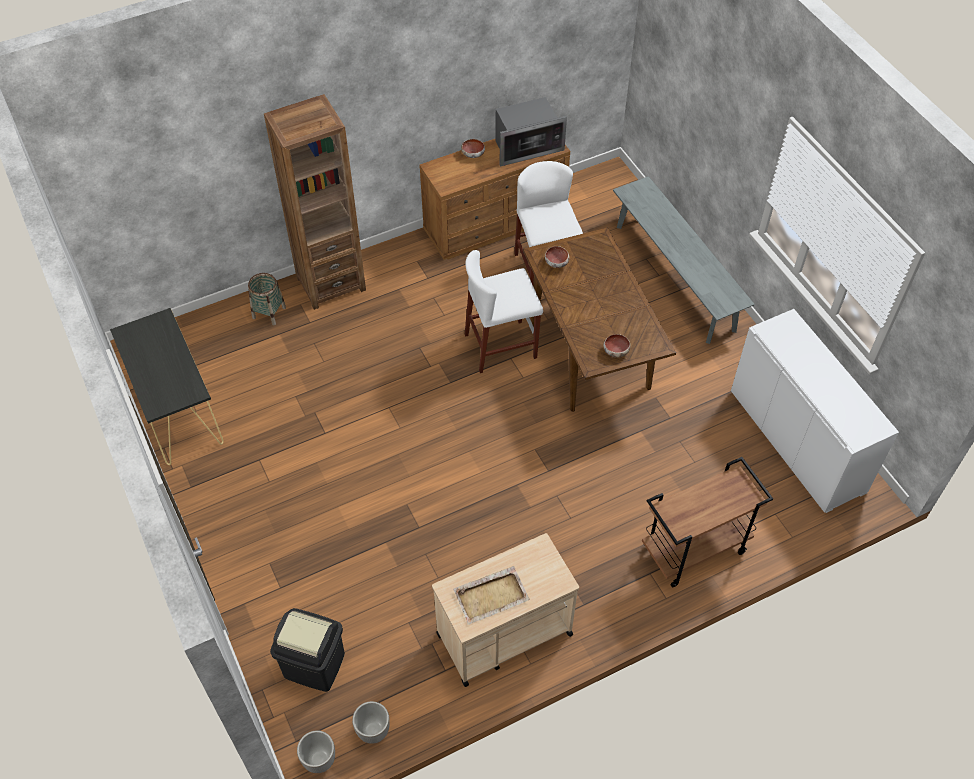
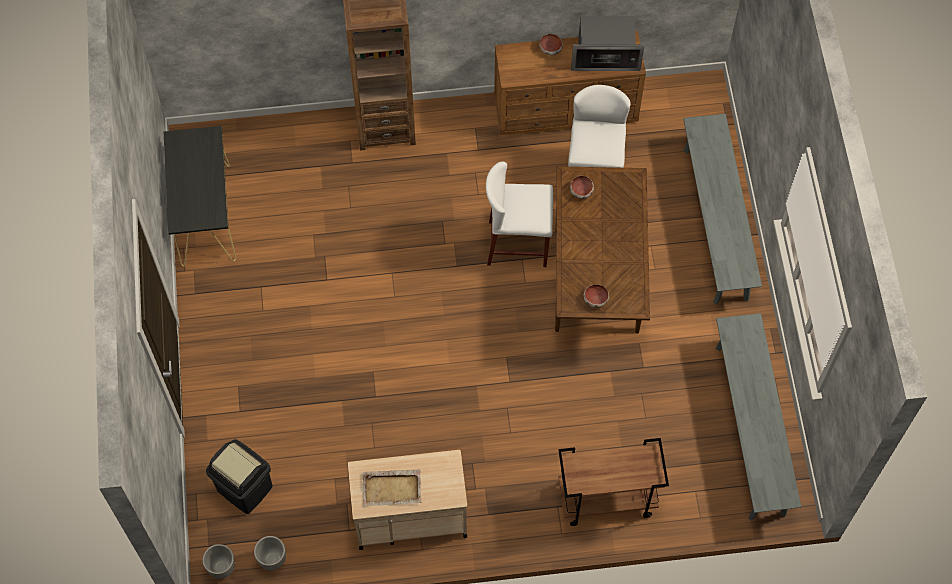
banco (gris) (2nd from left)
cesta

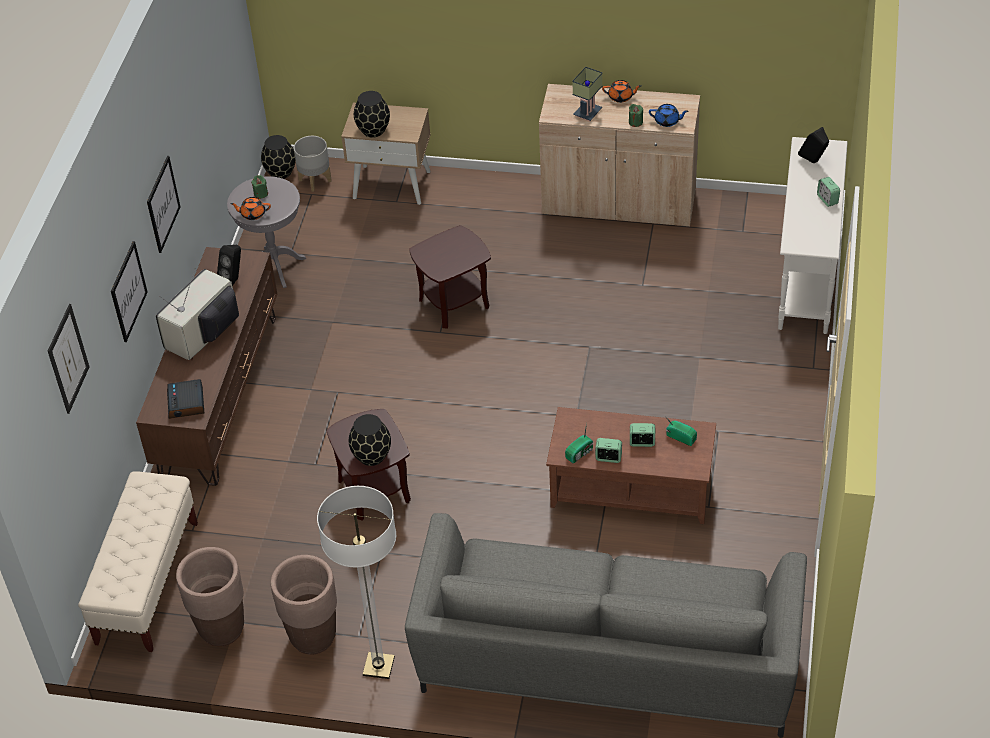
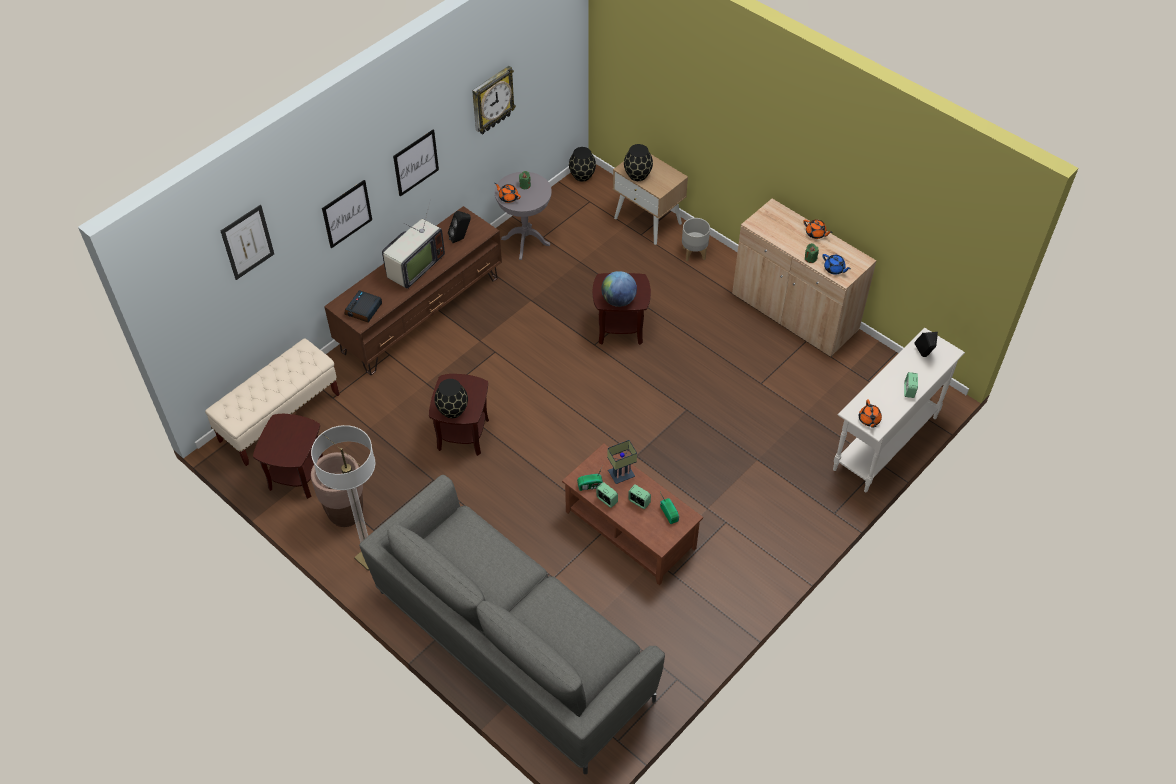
mesa auxiliar (marrón) (1st from left)
televisor
reloj de pared
globo terráqueo
lámpara de mesa
maceta (gris)
tetera (naranja) (3rd from left)

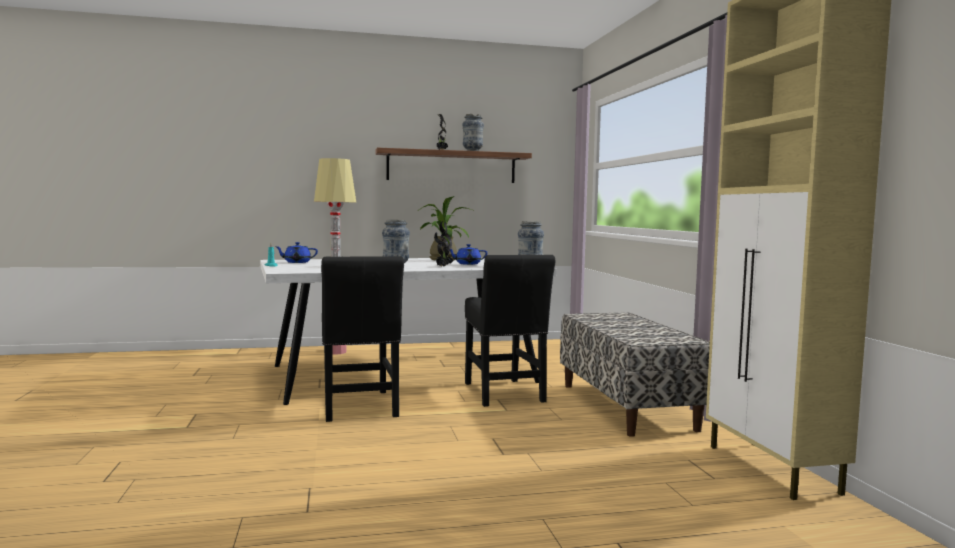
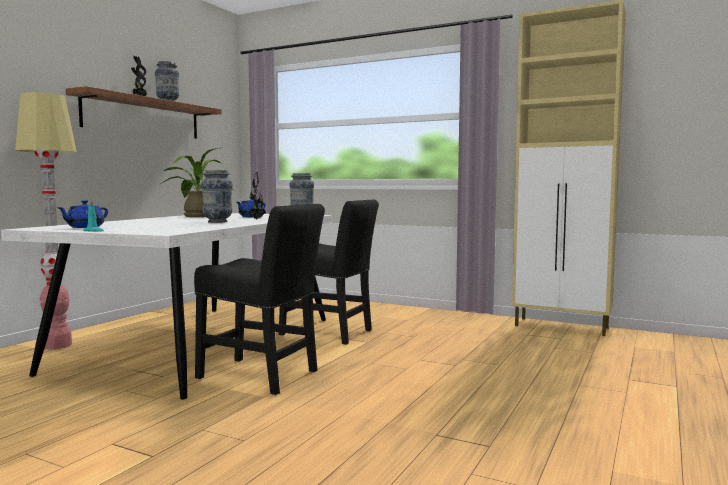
banco

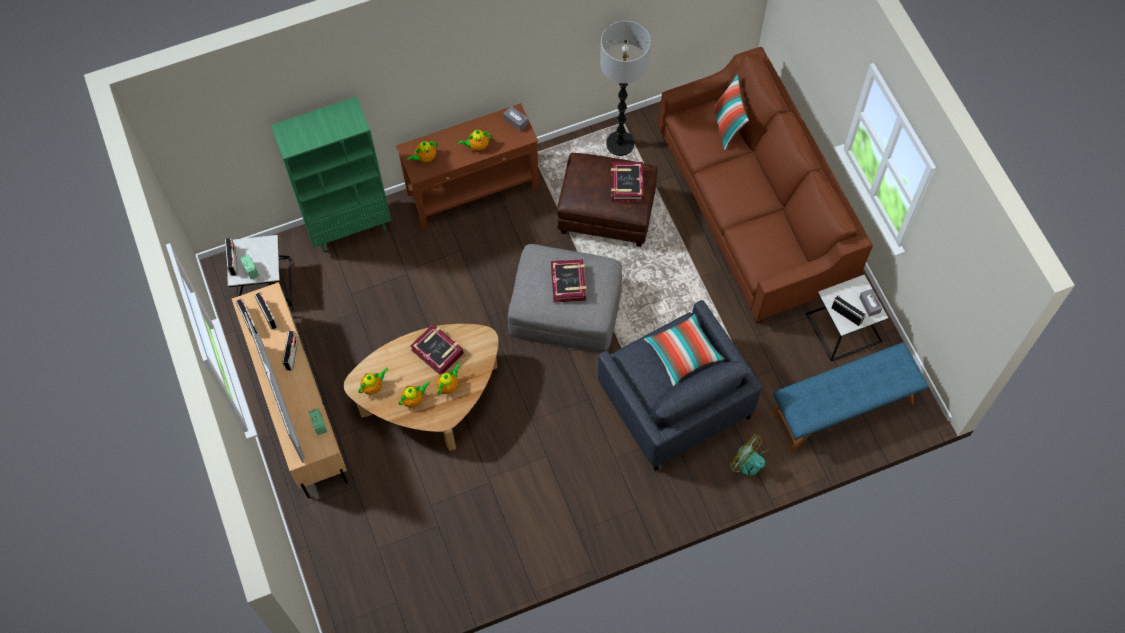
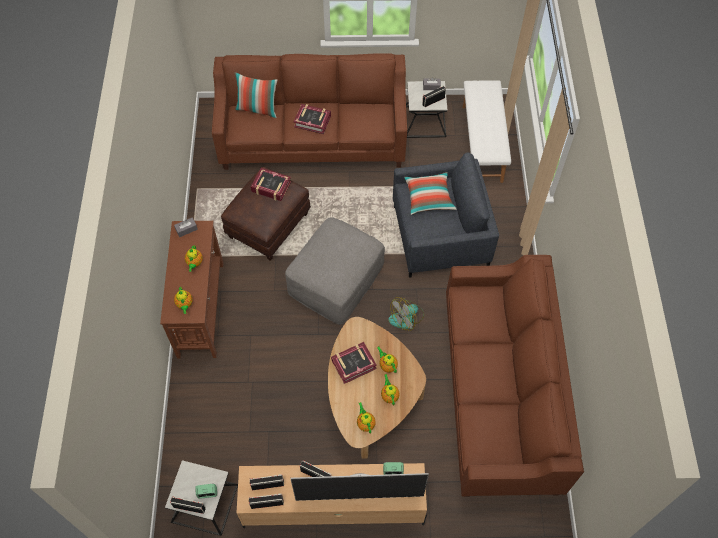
libro (2nd from left)
ventilador
sofá (marrón) (2nd from left)
banco (blanco)
estantería (verde)
lámpara de pie

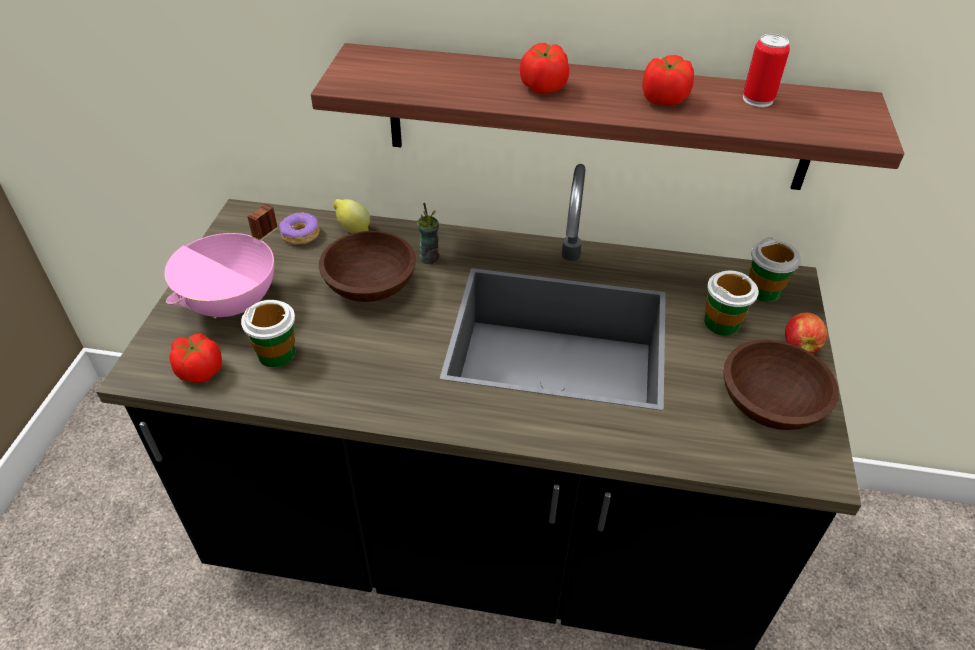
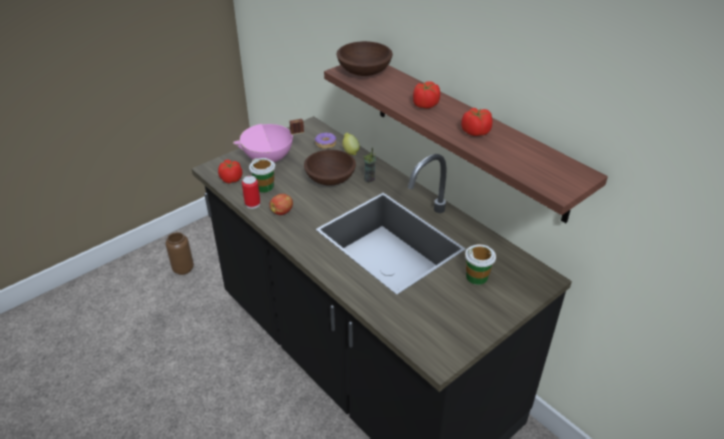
florero (marrón)
lata
manzana
cuenco (marrón) (2nd from left)
taza (4th from left in the first image)

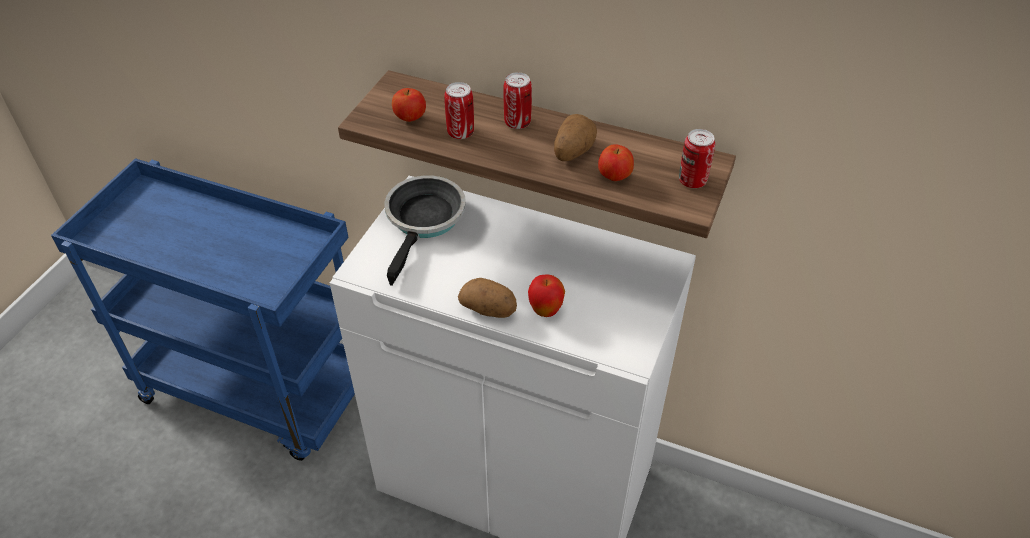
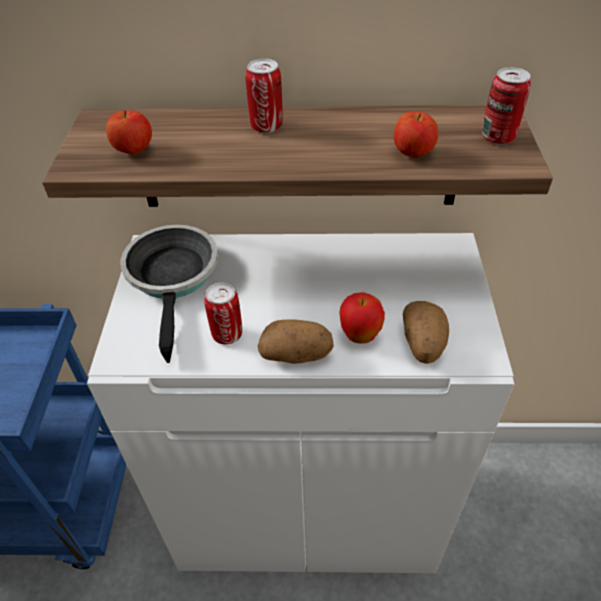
lata (1st from left)
patata (2nd from left)

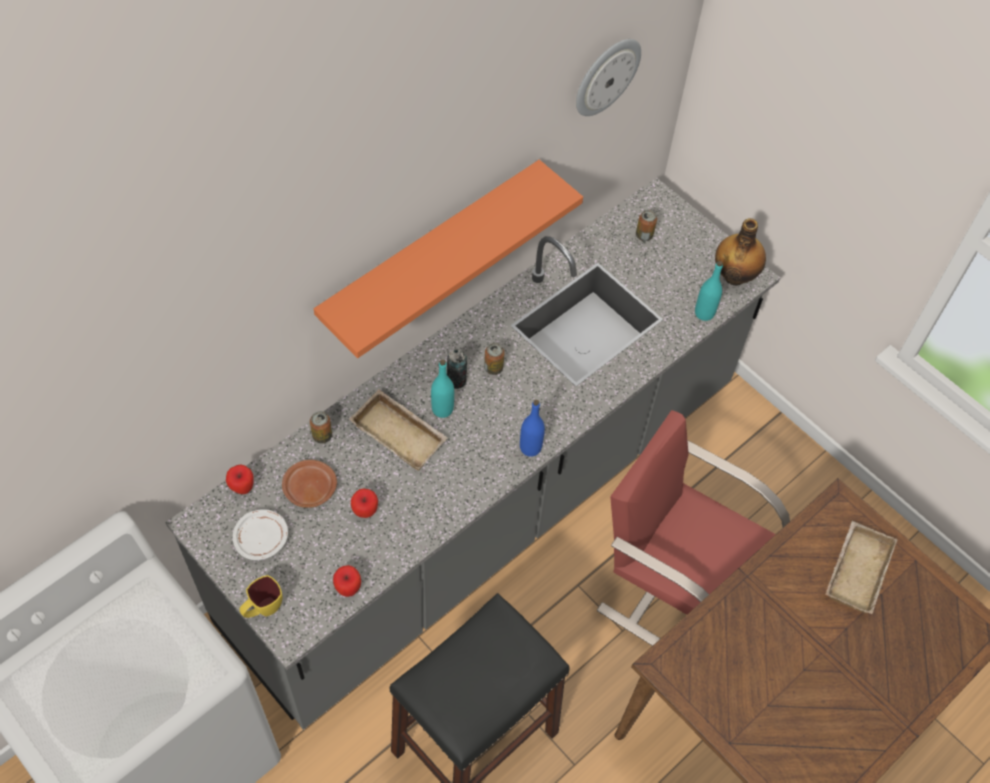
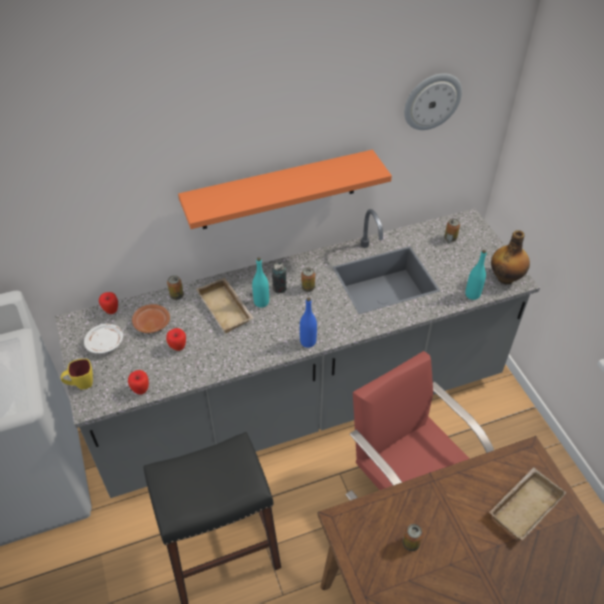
lata (4th from left)

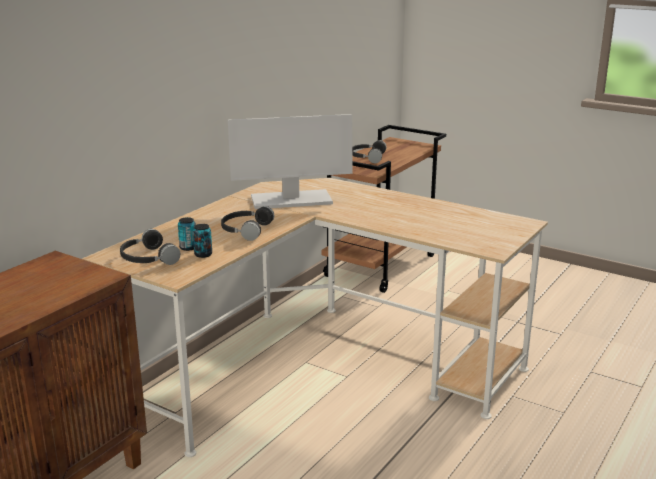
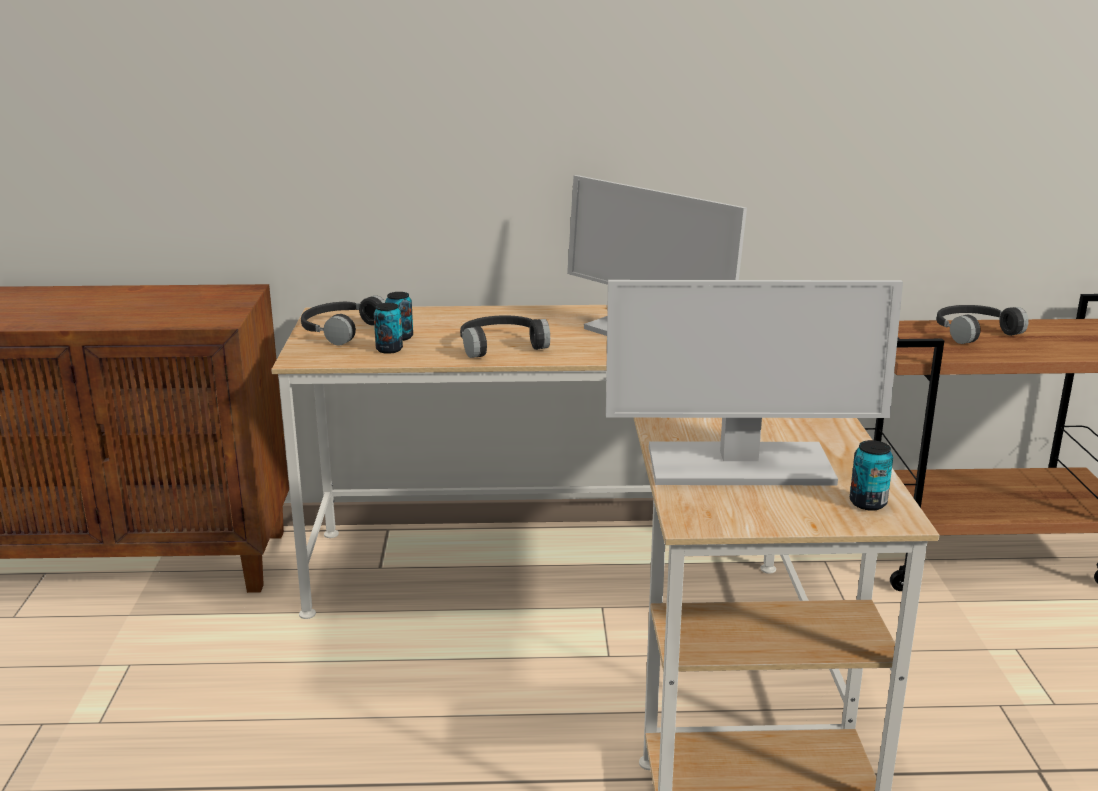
monitor (2nd from left)
lata (3rd from left)

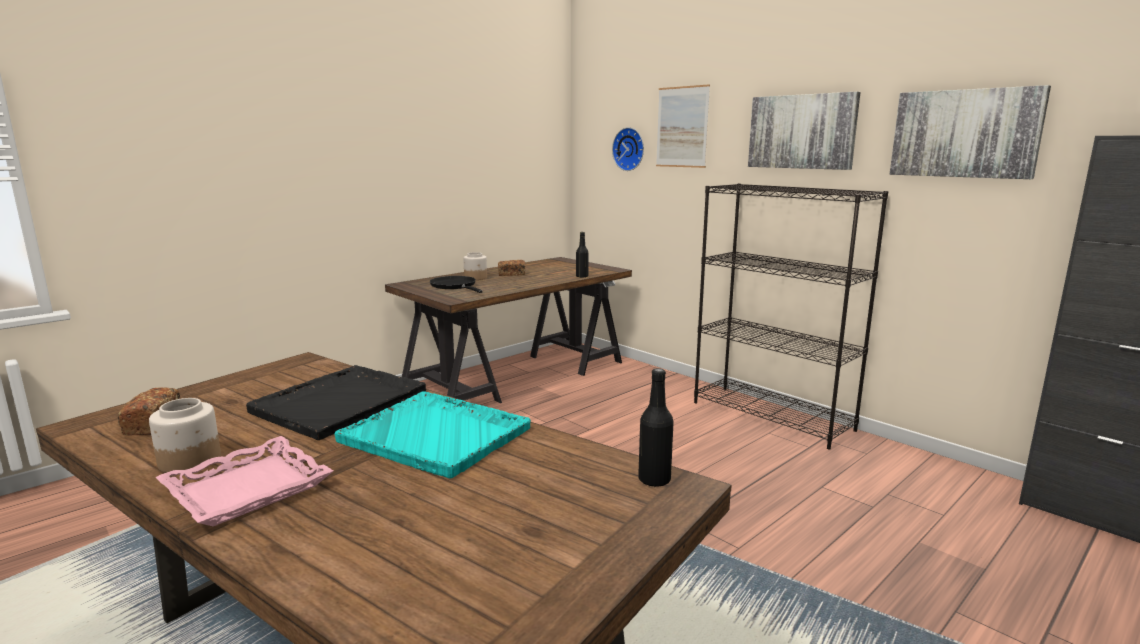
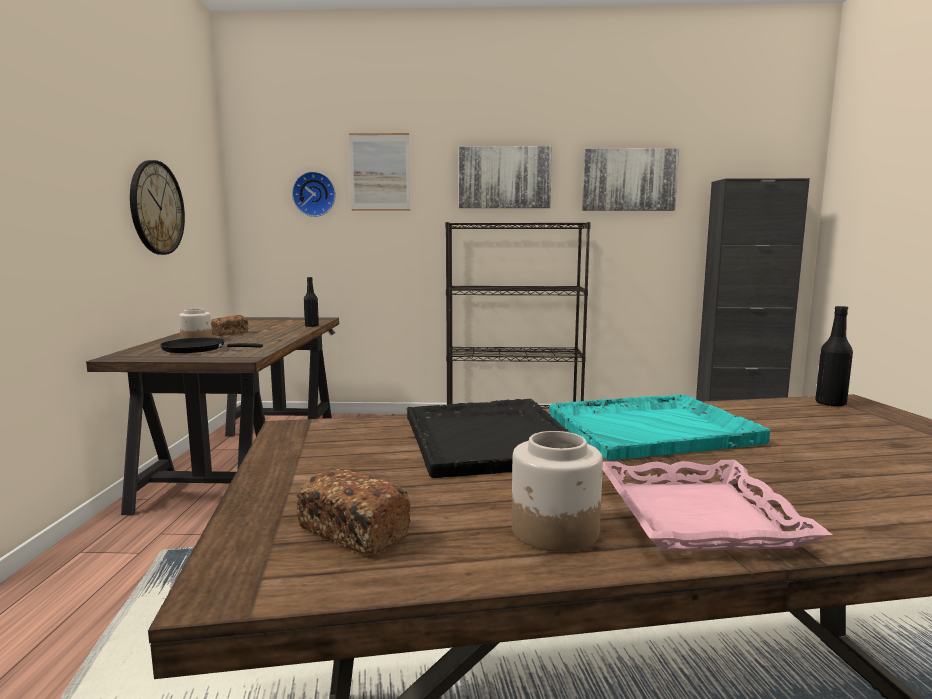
reloj de pared (1st from left)

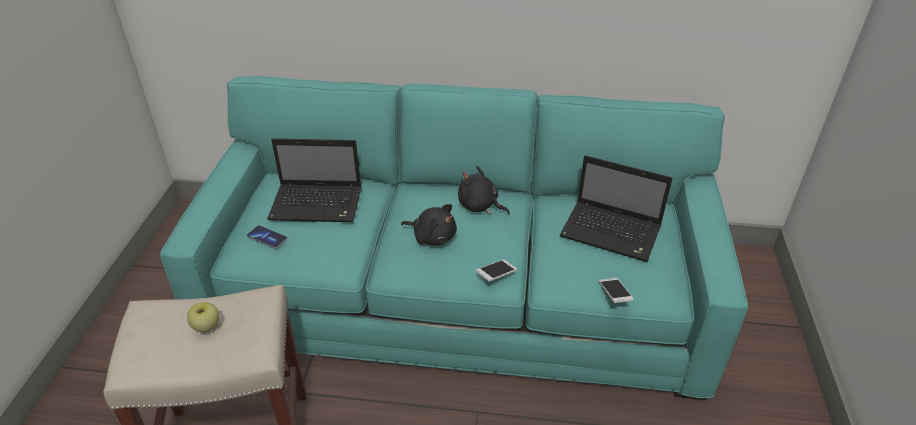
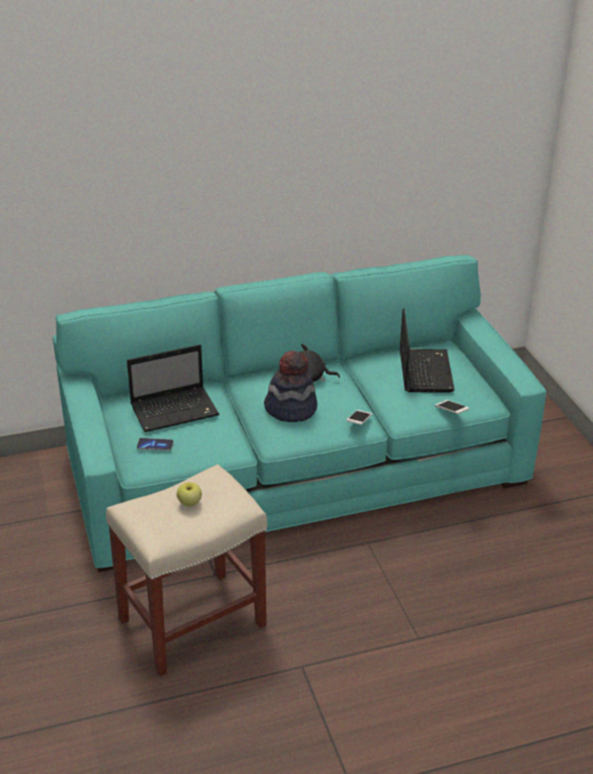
sombrero
portátil (2nd from left)

